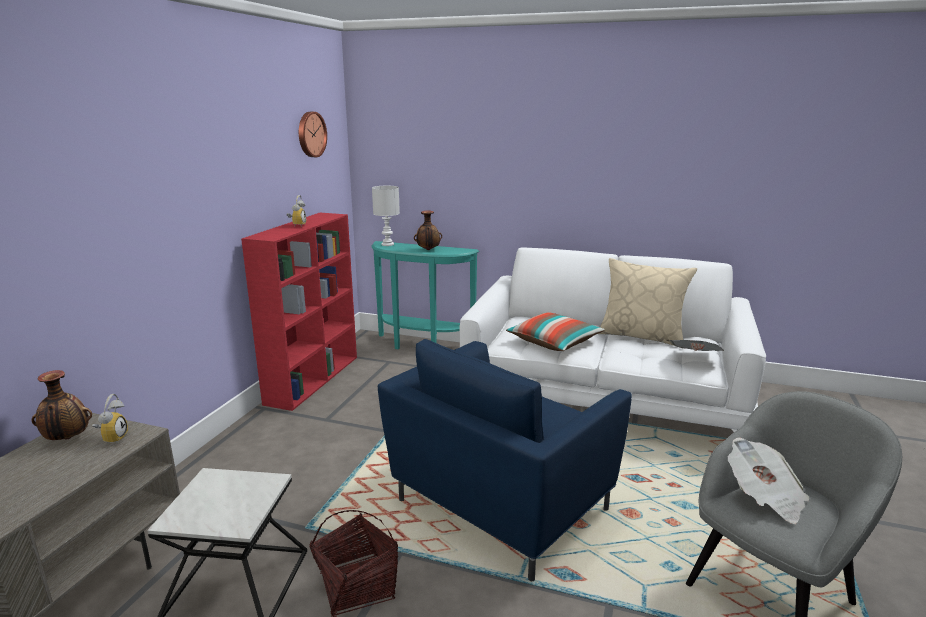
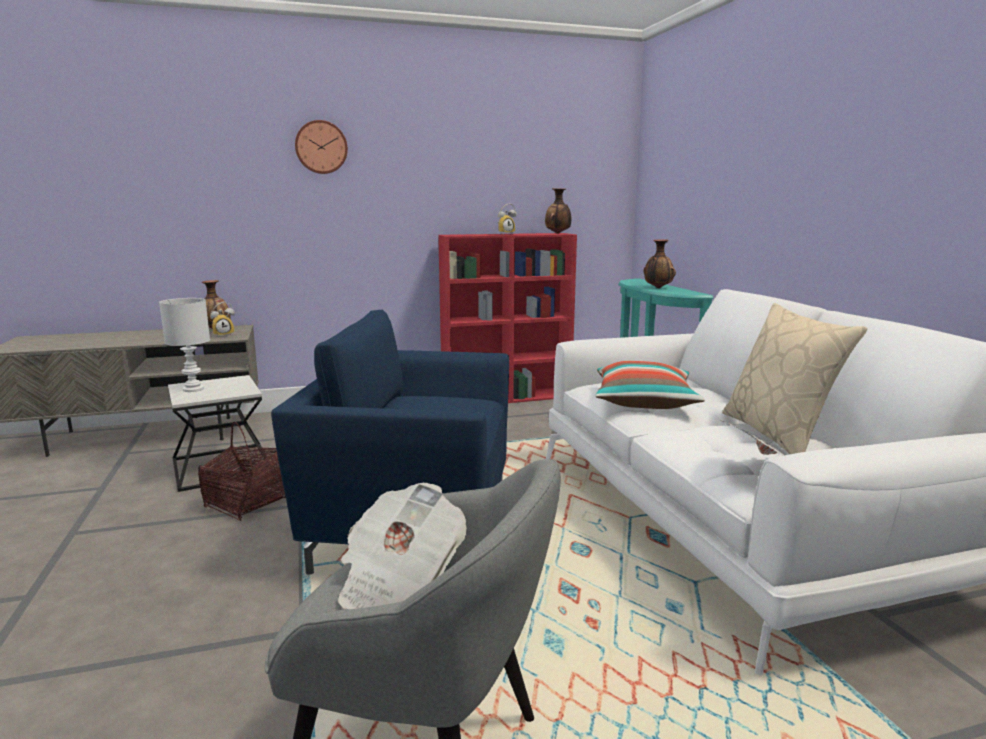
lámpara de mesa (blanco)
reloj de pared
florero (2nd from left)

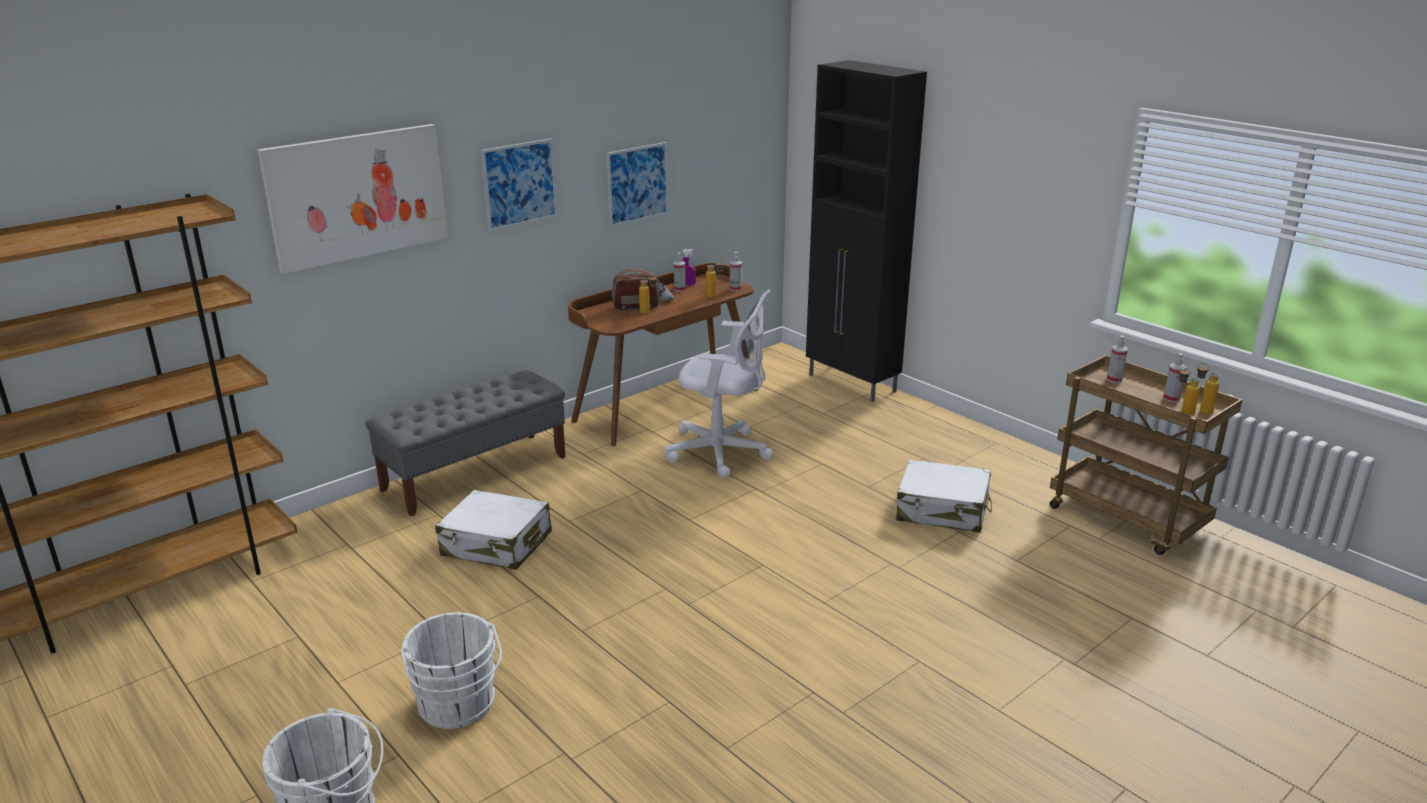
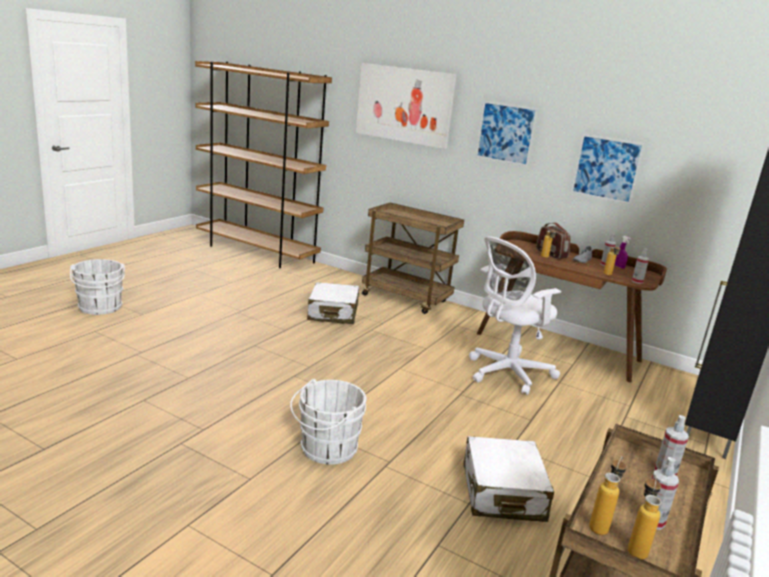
cubo (blanco) (2nd from left)
carrito (marrón) (1st from left)
silla de oficina (blanco)

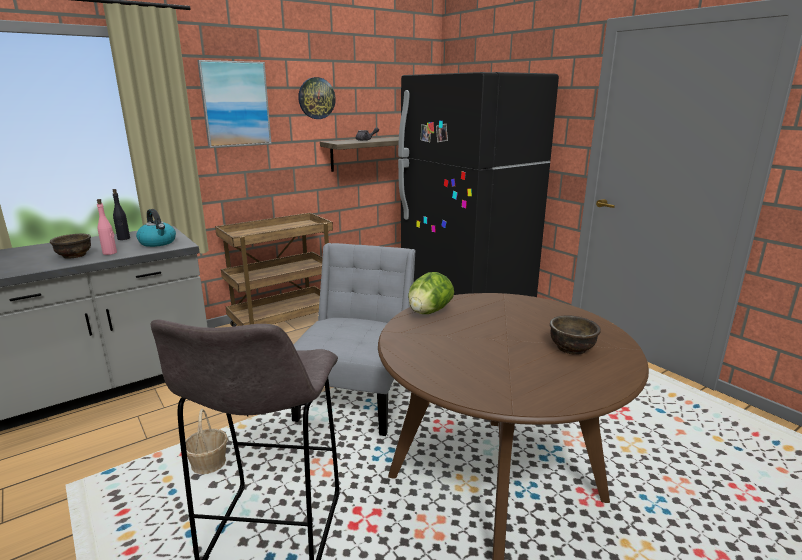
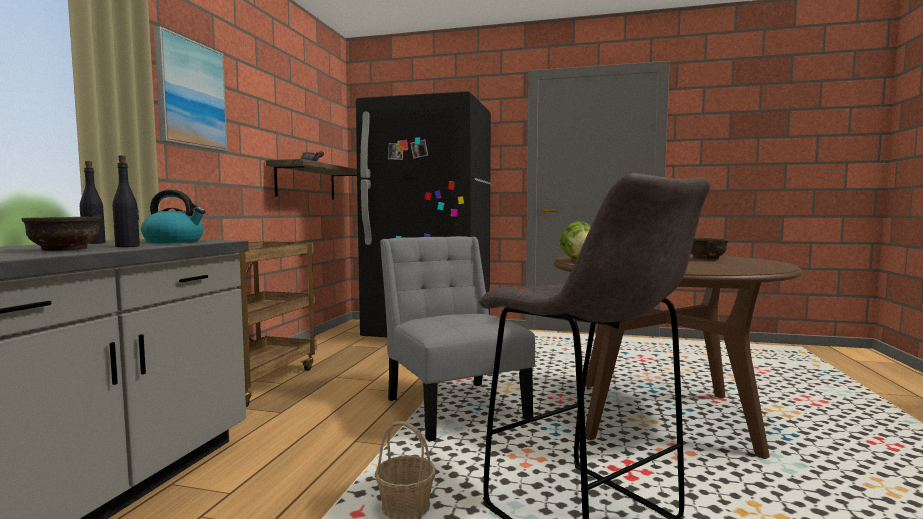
botella (negro) (2nd from left)
reloj de pared

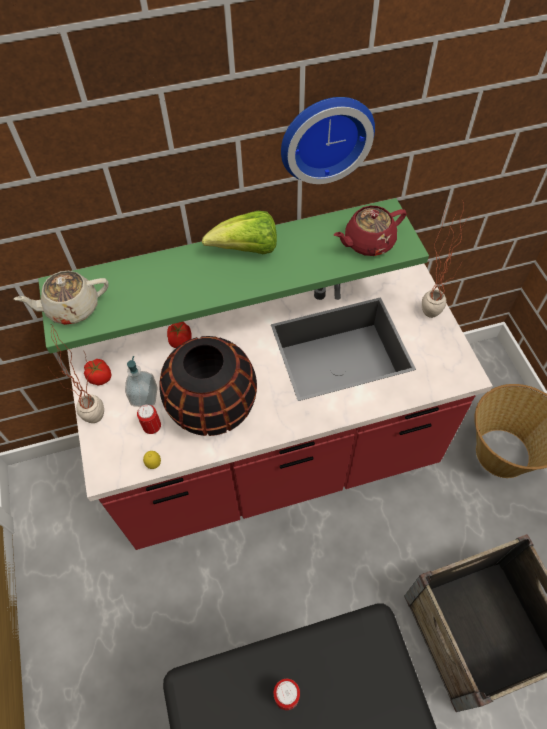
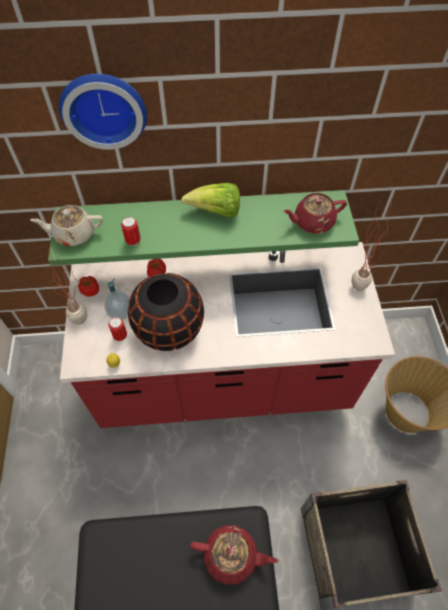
reloj de pared
lata (2nd from left)
tetera (rojo) (1st from left)

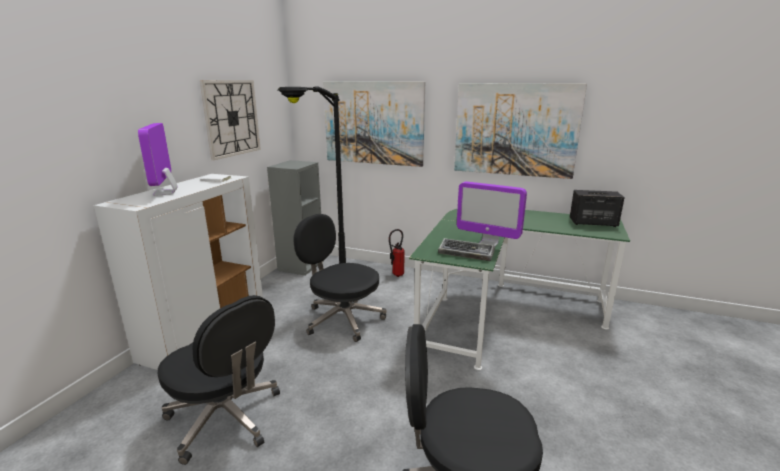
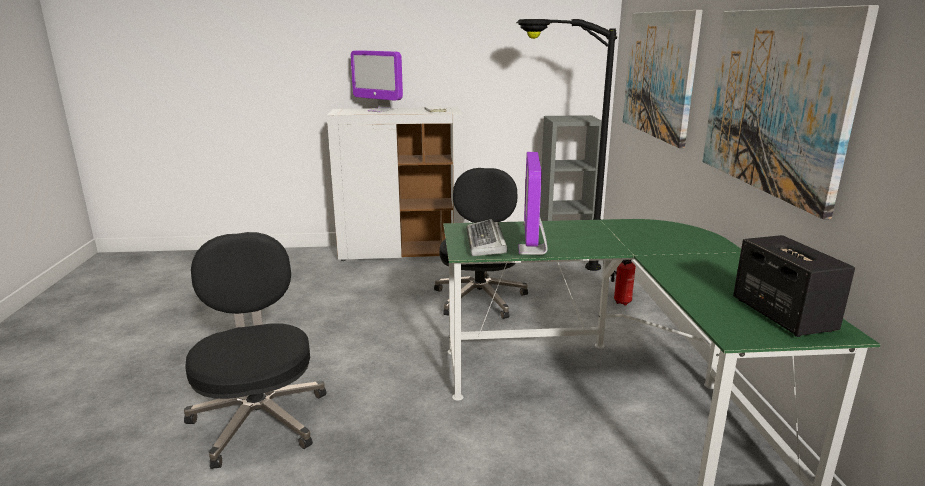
monitor (1st from left)
silla de oficina (negro) (1st from left in the first image)
reloj de pared

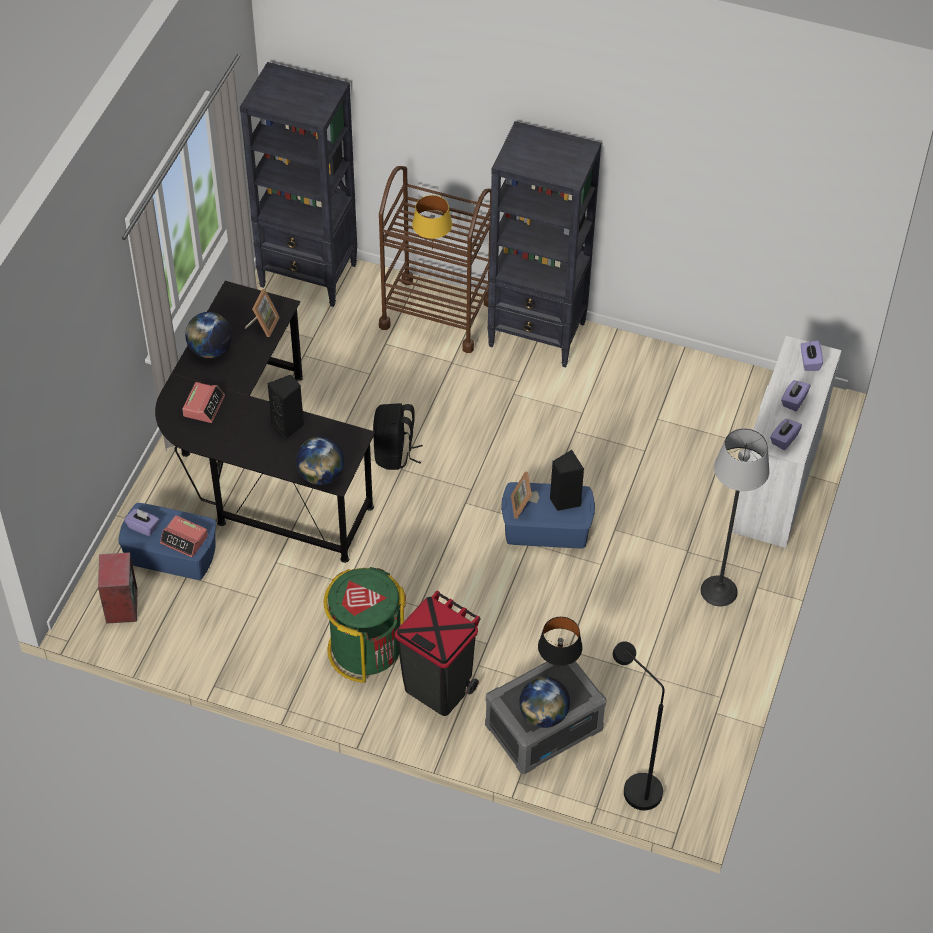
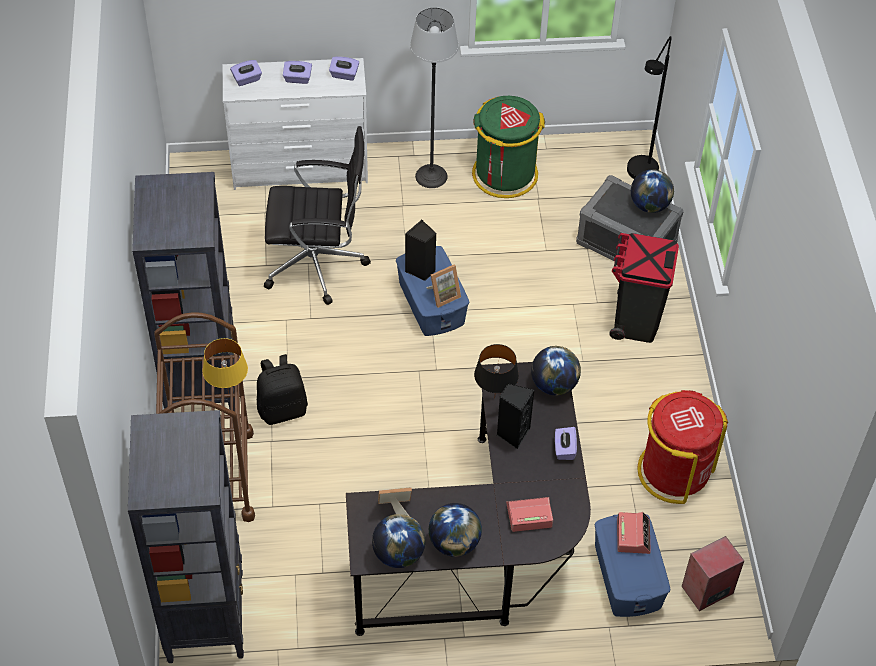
mochila (negro)
silla de oficina (negro)
globo terráqueo (1st from left)
papelera (verde)
lámpara de mesa (negro)
caja de pañuelos (morado) (4th from left)
papelera (rojo)

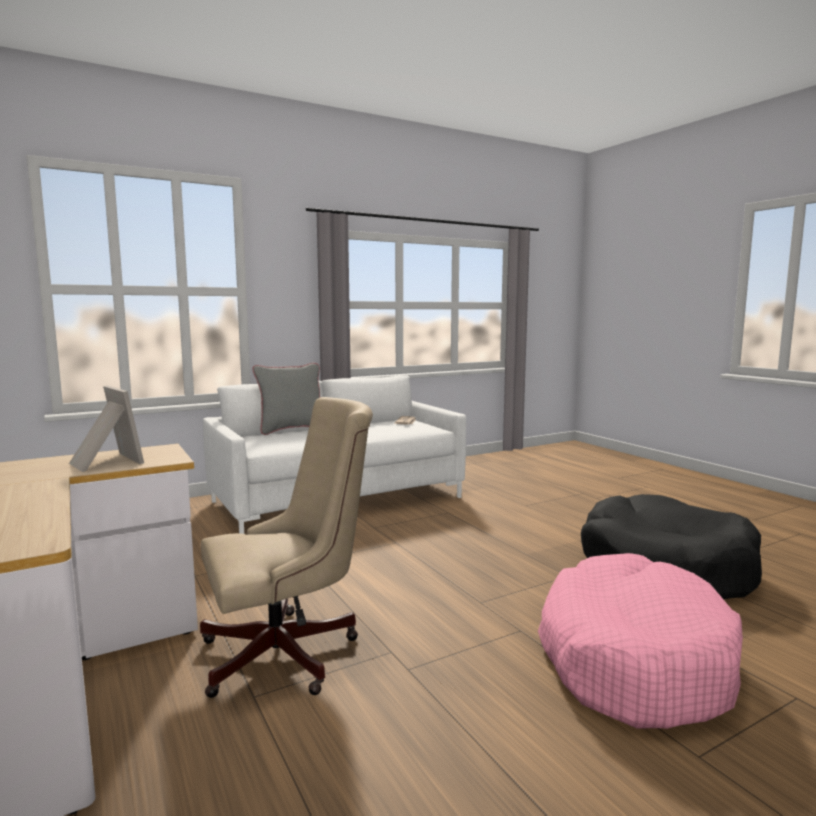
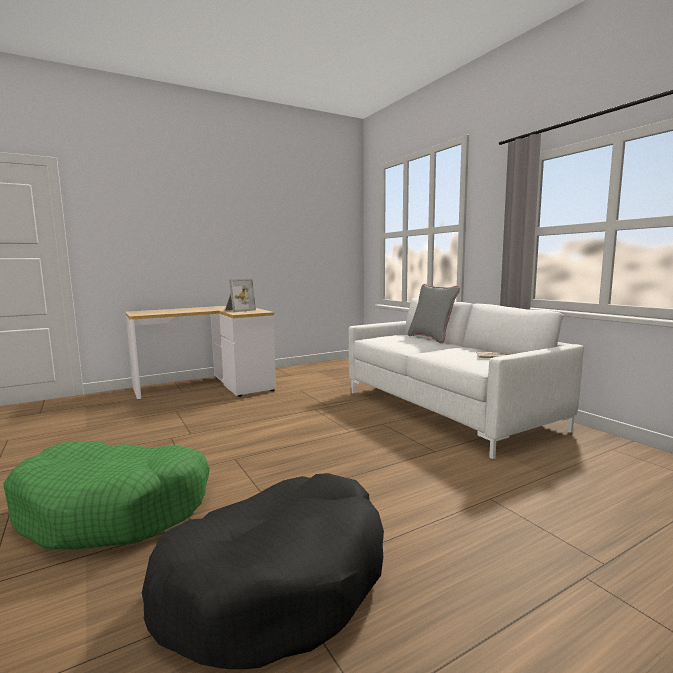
cama para perro (verde)
silla de oficina (beis)

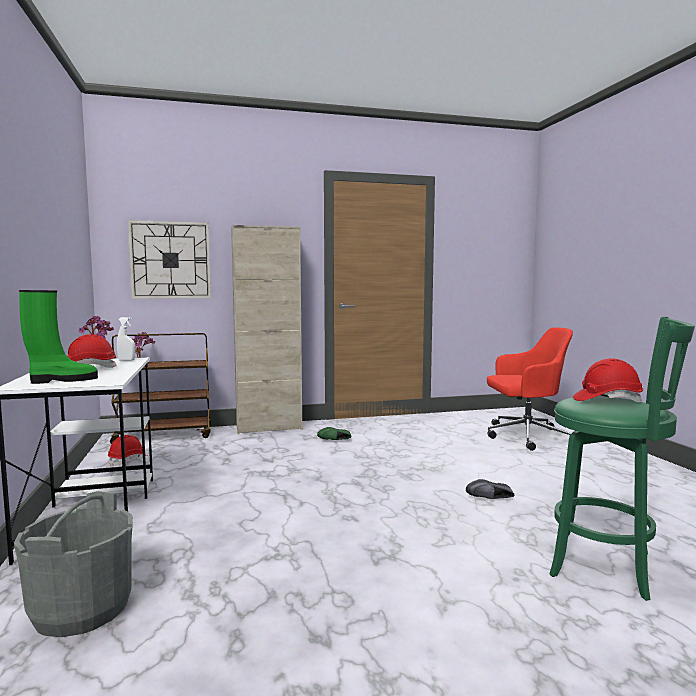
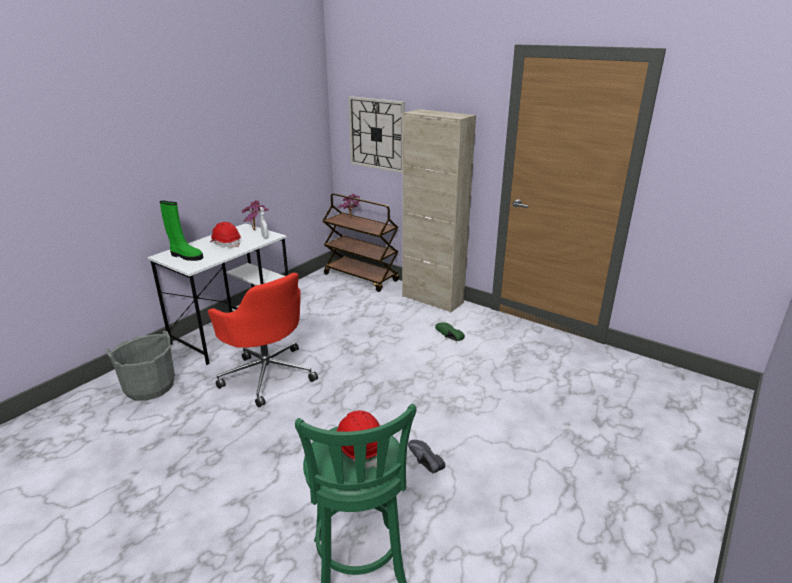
silla de oficina (rojo)
casco (rojo) (2nd from left in the first image)

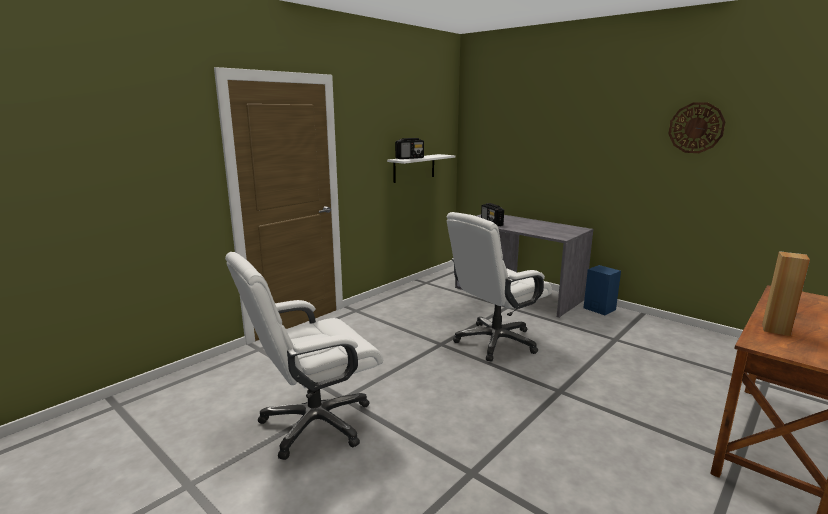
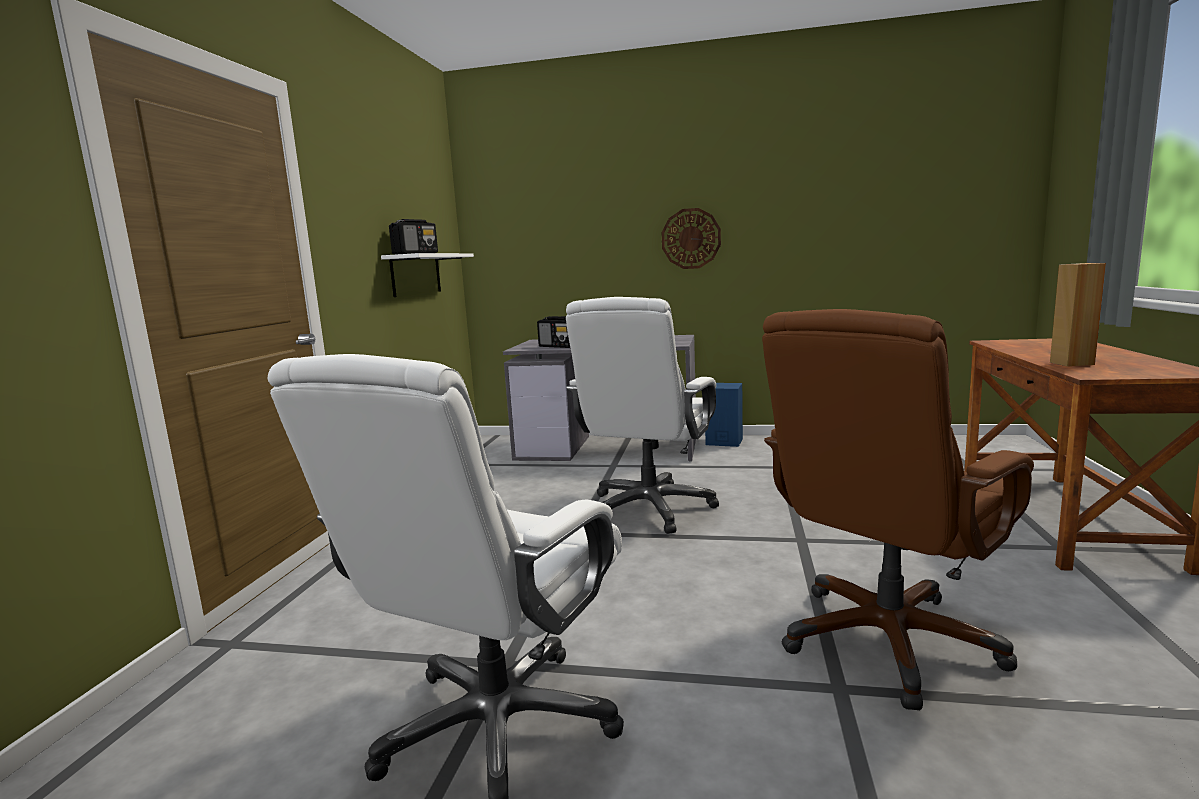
reloj de pared
silla de oficina (marrón)

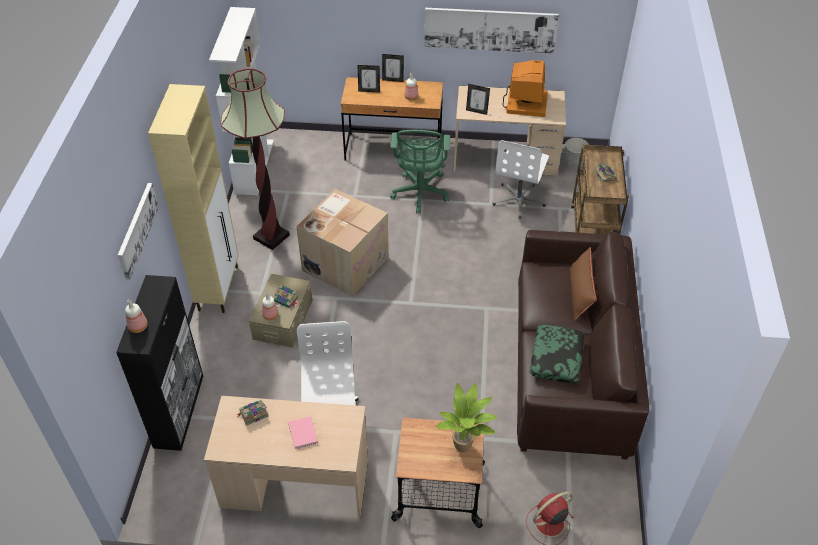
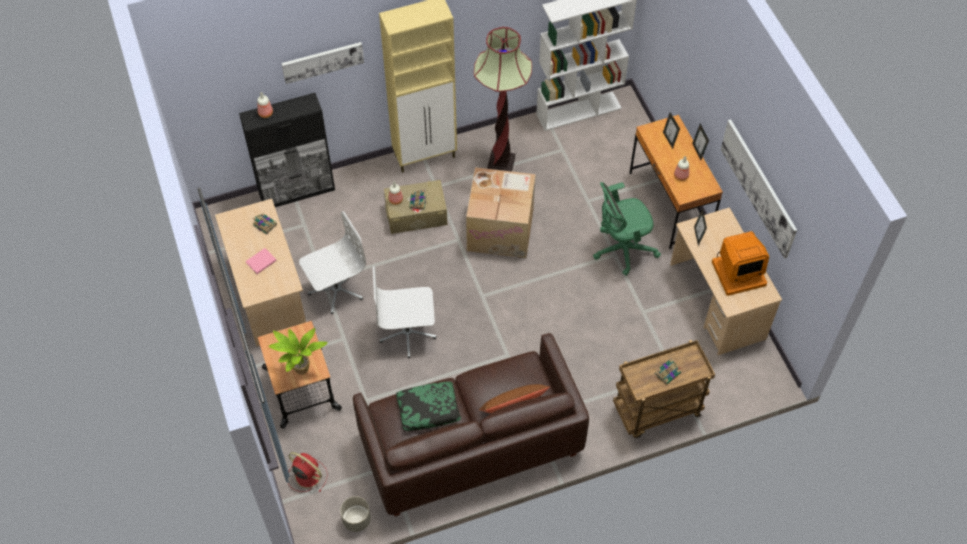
maceta (gris)
silla de oficina (blanco) (2nd from left)

